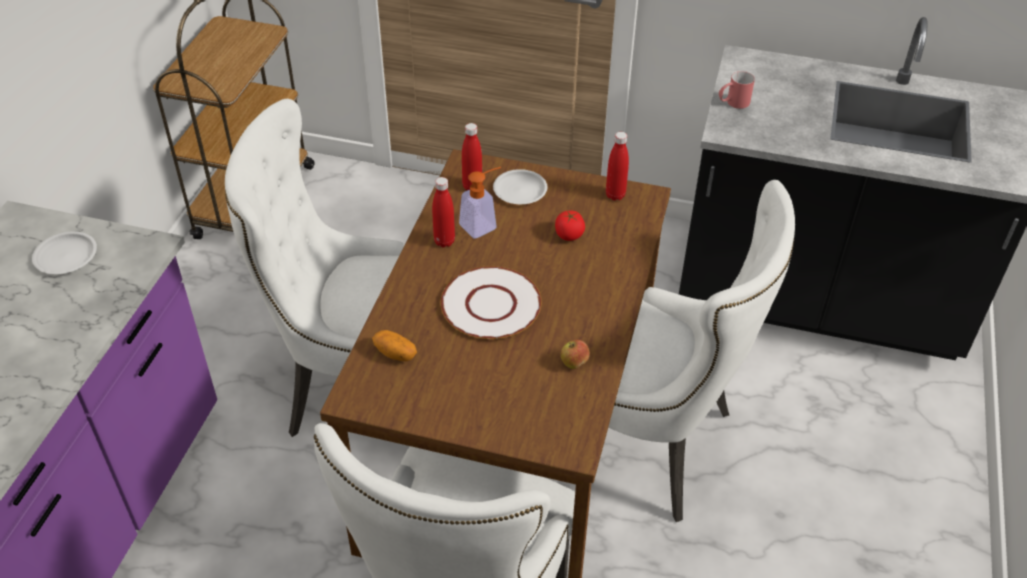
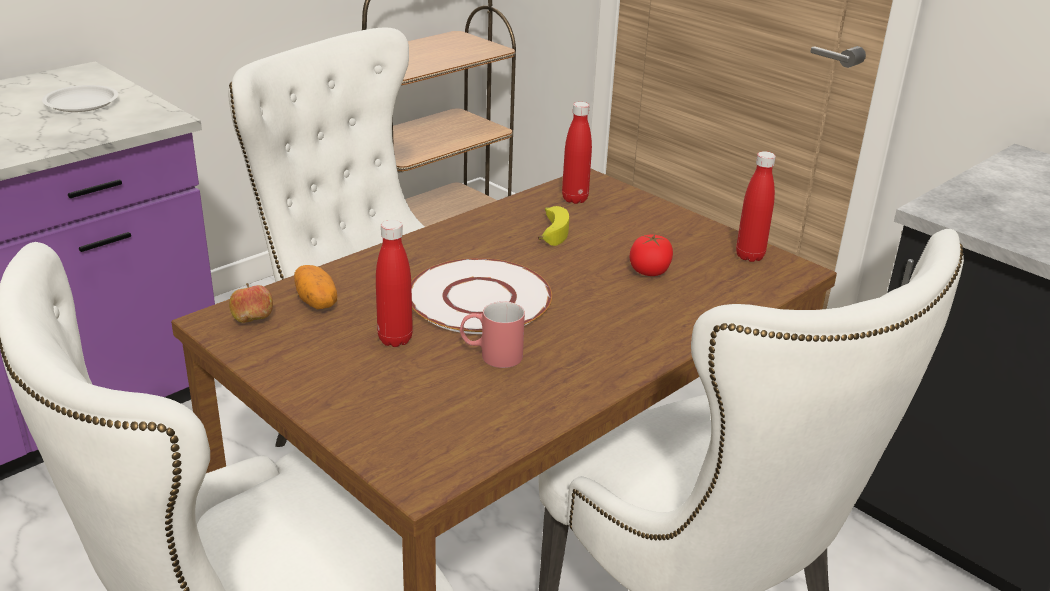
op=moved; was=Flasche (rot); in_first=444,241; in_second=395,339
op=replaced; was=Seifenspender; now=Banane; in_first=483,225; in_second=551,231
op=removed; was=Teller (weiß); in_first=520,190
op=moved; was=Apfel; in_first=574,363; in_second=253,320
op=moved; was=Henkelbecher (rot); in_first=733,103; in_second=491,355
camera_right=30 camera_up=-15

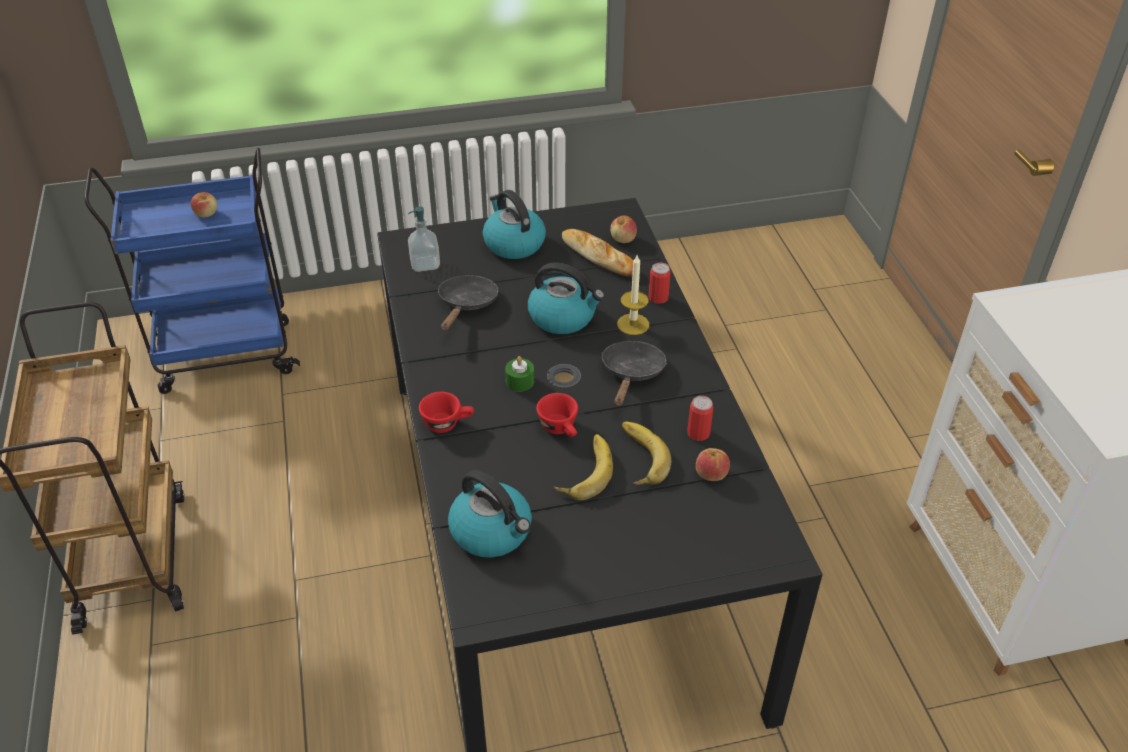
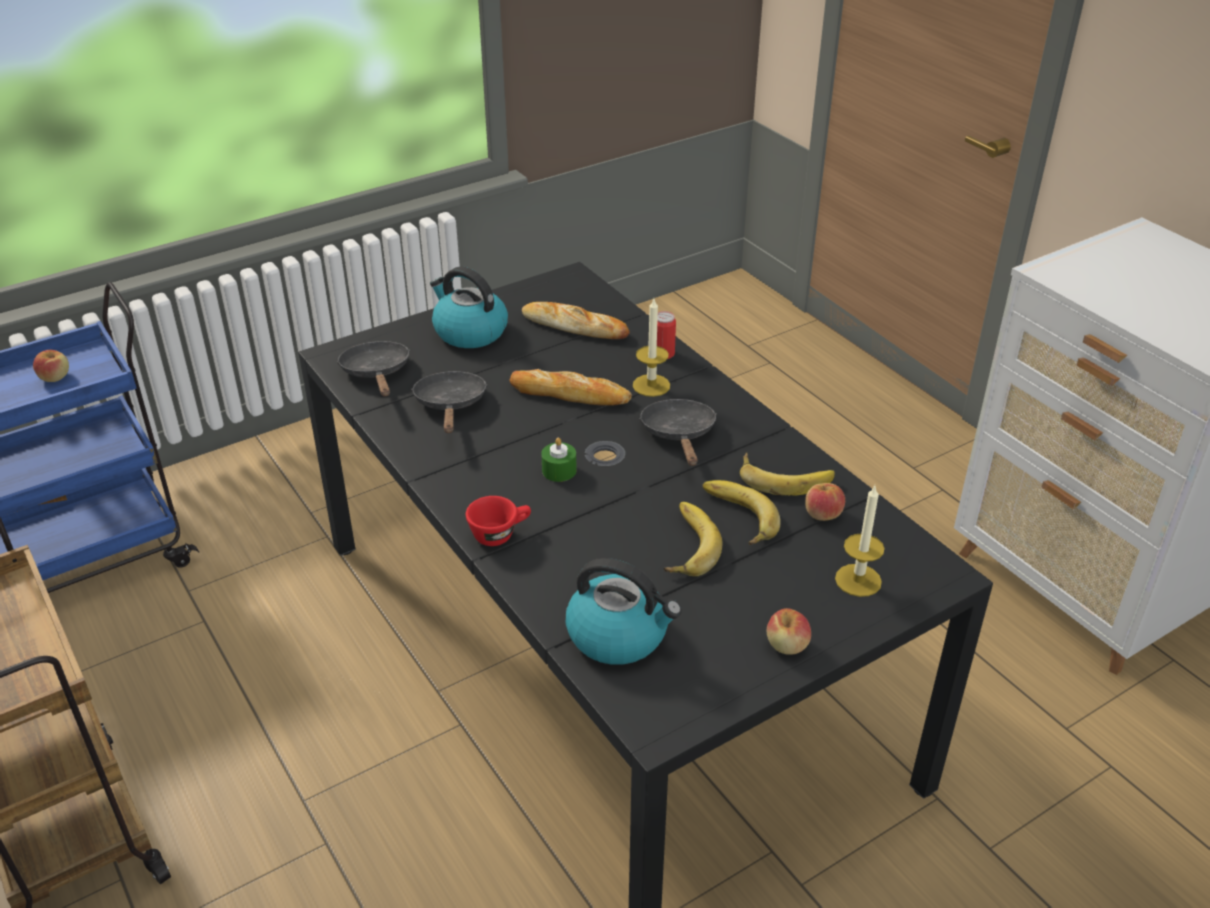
op=replaced; was=Seifenspender; now=Pfanne (schwarz); in_first=425,264; in_second=377,373
op=replaced; was=Wasserkessel; now=Brot; in_first=563,317; in_second=570,394
op=removed; was=Tasse (rot); in_first=561,429
op=moved; was=Apfel; in_first=623,239; in_second=787,645
op=replaced; was=Dose; now=Banane; in_first=698,433; in_second=785,477
op=added; now=Kerze; in_second=858,580
camera_right=-20 camera_up=-5

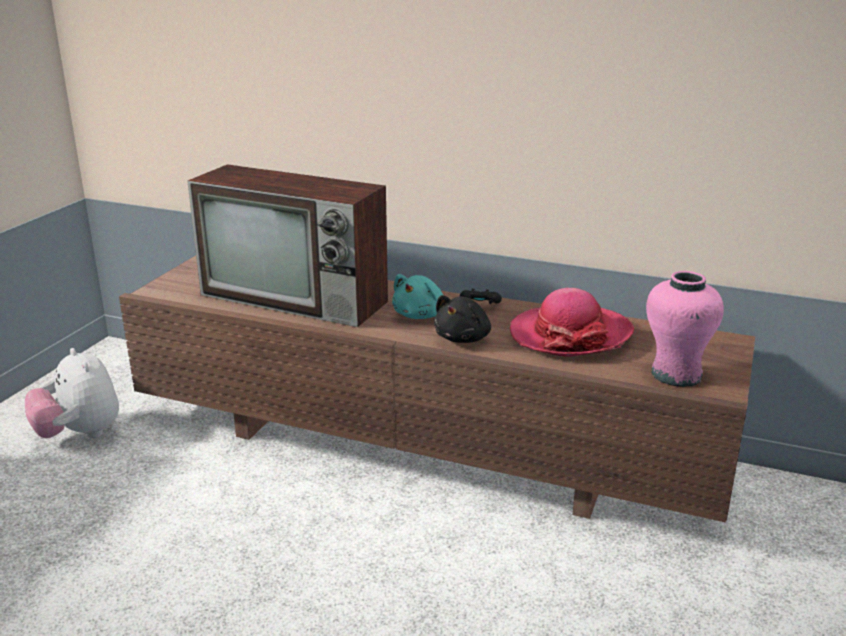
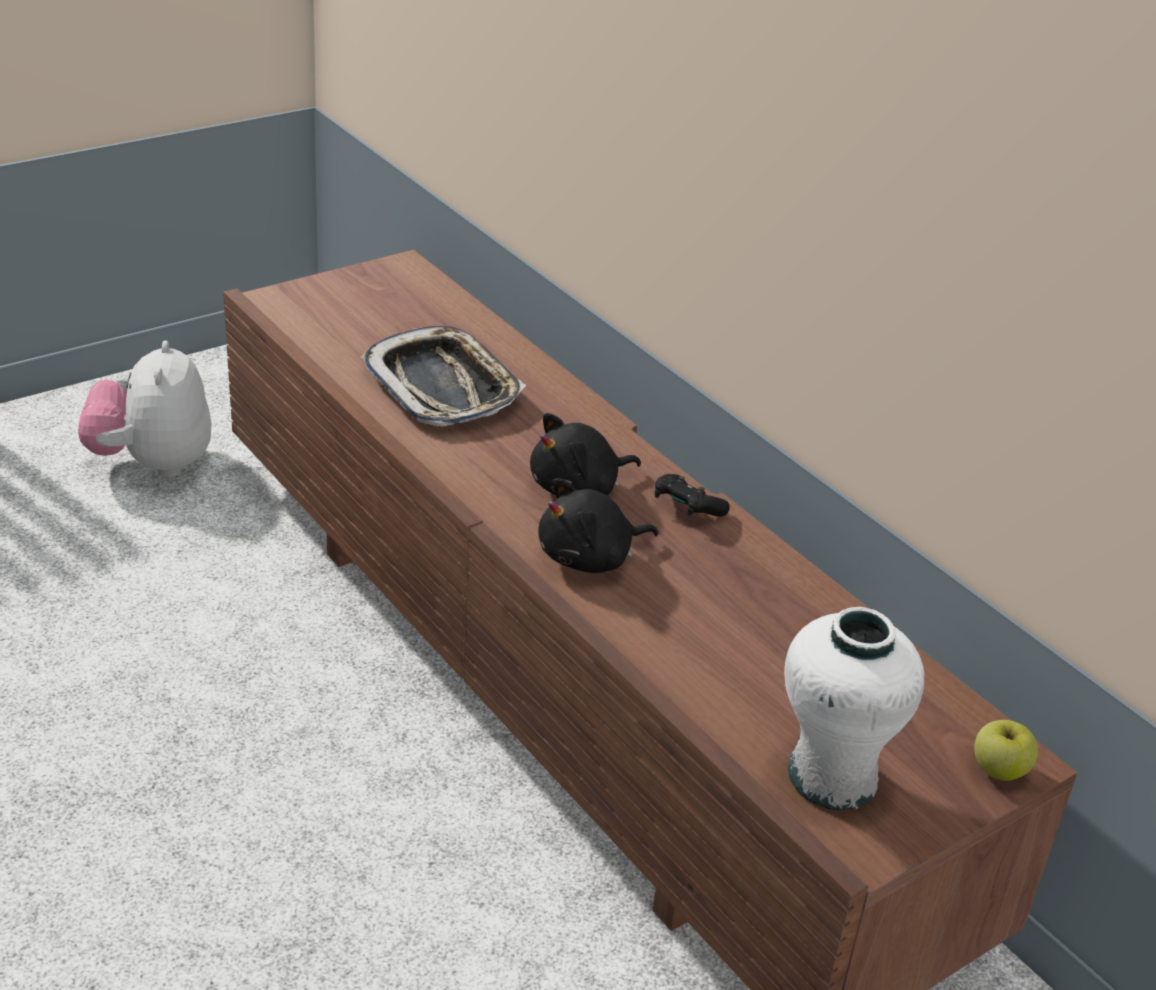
op=replaced; was=Fernseher; now=Tablett; in_first=297,298; in_second=443,386
op=recoloured; was=Plüschtier (türkis); now=Plüschtier (schwarz); in_first=420,315; in_second=578,489
op=removed; was=Hut; in_first=570,335
op=recoloured; was=Vase (rosa); now=Vase (weiß); in_first=676,375; in_second=831,777
op=added; now=Apfel; in_second=999,770
camera_right=30 camera_up=10

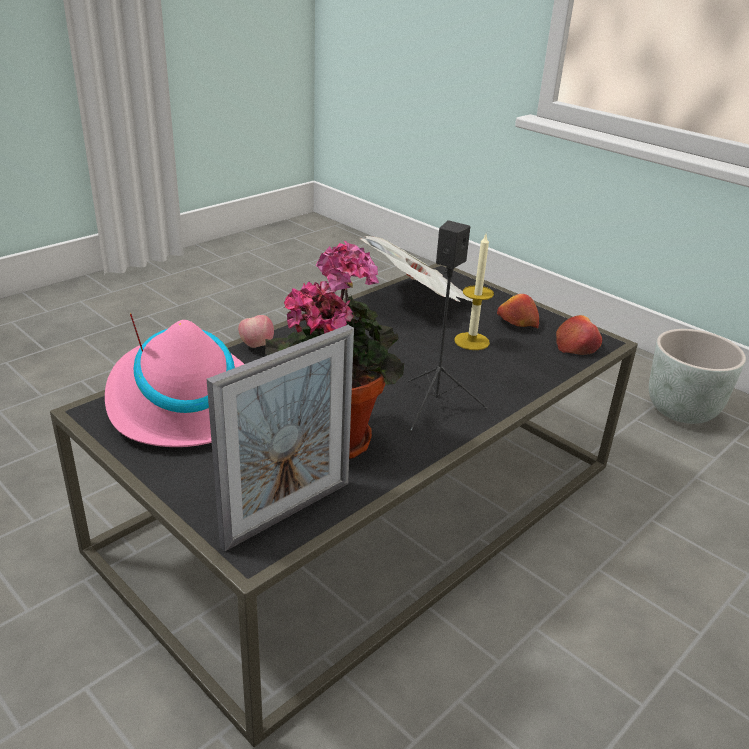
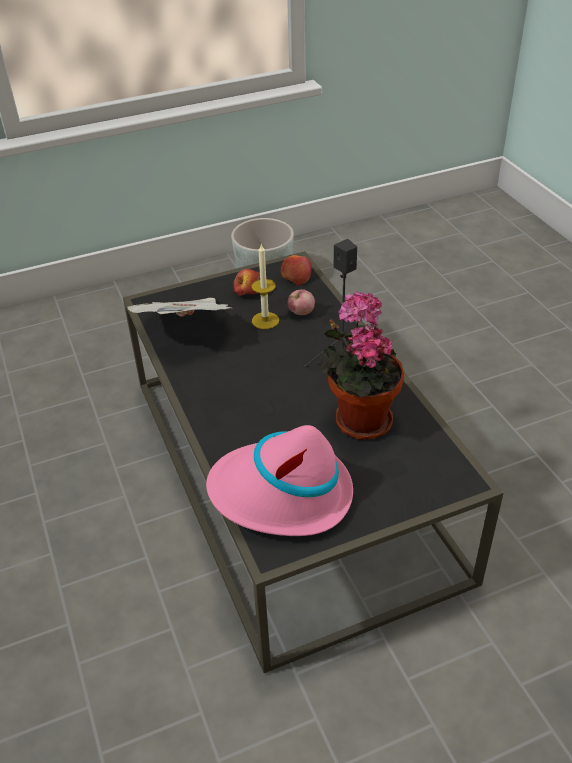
op=removed; was=Bilderrahmen; in_first=287,513
op=moved; was=Apfel; in_first=256,345; in_second=301,313
camera_right=-65 camera_up=10

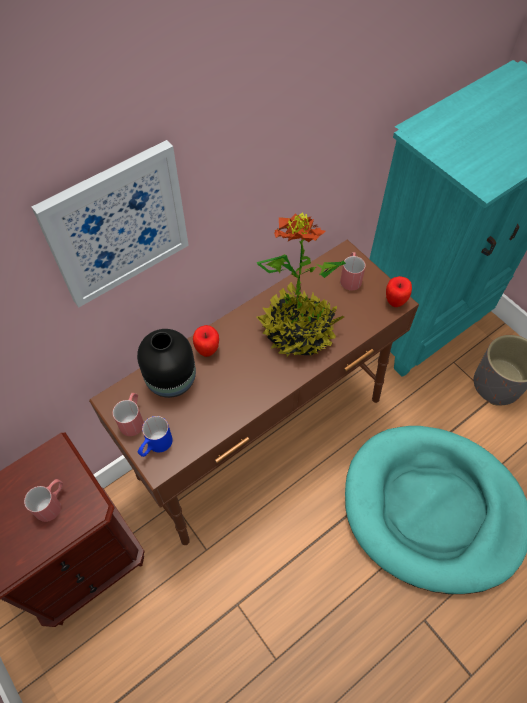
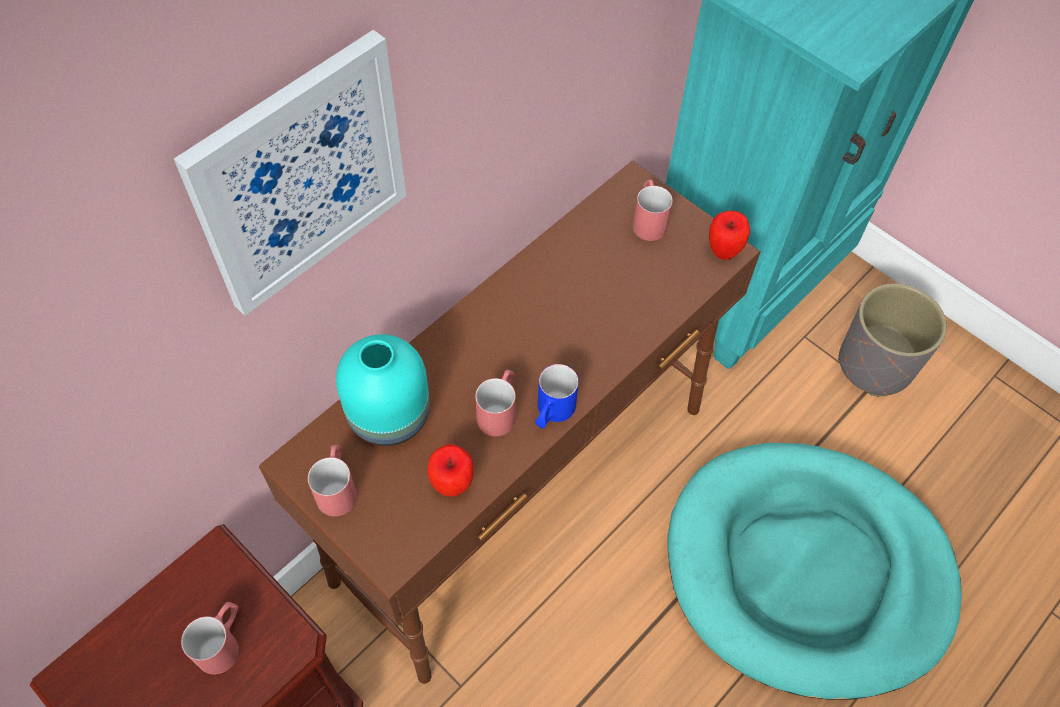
op=recoloured; was=Vase (schwarz); now=Vase (türkis); in_first=171,378; in_second=388,414
op=moved; was=Henkelbecher (blau); in_first=155,446; in_second=552,413
op=moved; was=Apfel; in_first=207,350; in_second=452,484
op=removed; was=Topfpflanze; in_first=298,330
op=added; now=Henkelbecher (rot); in_second=499,410
camera_right=-10 camera_up=0

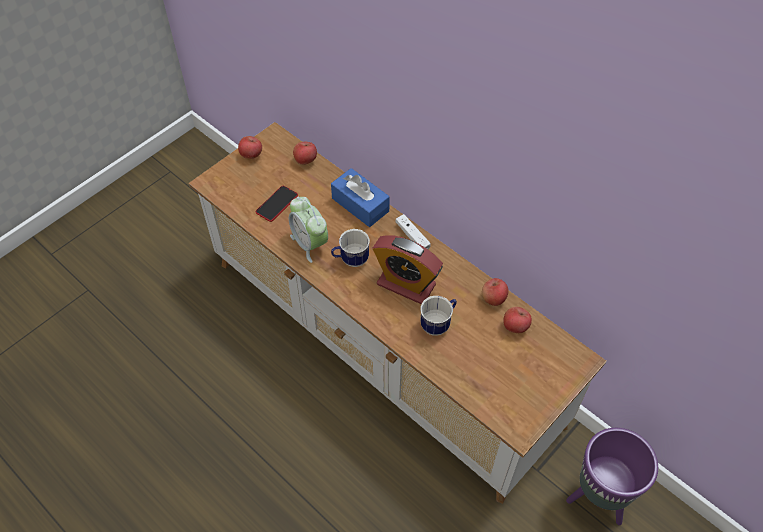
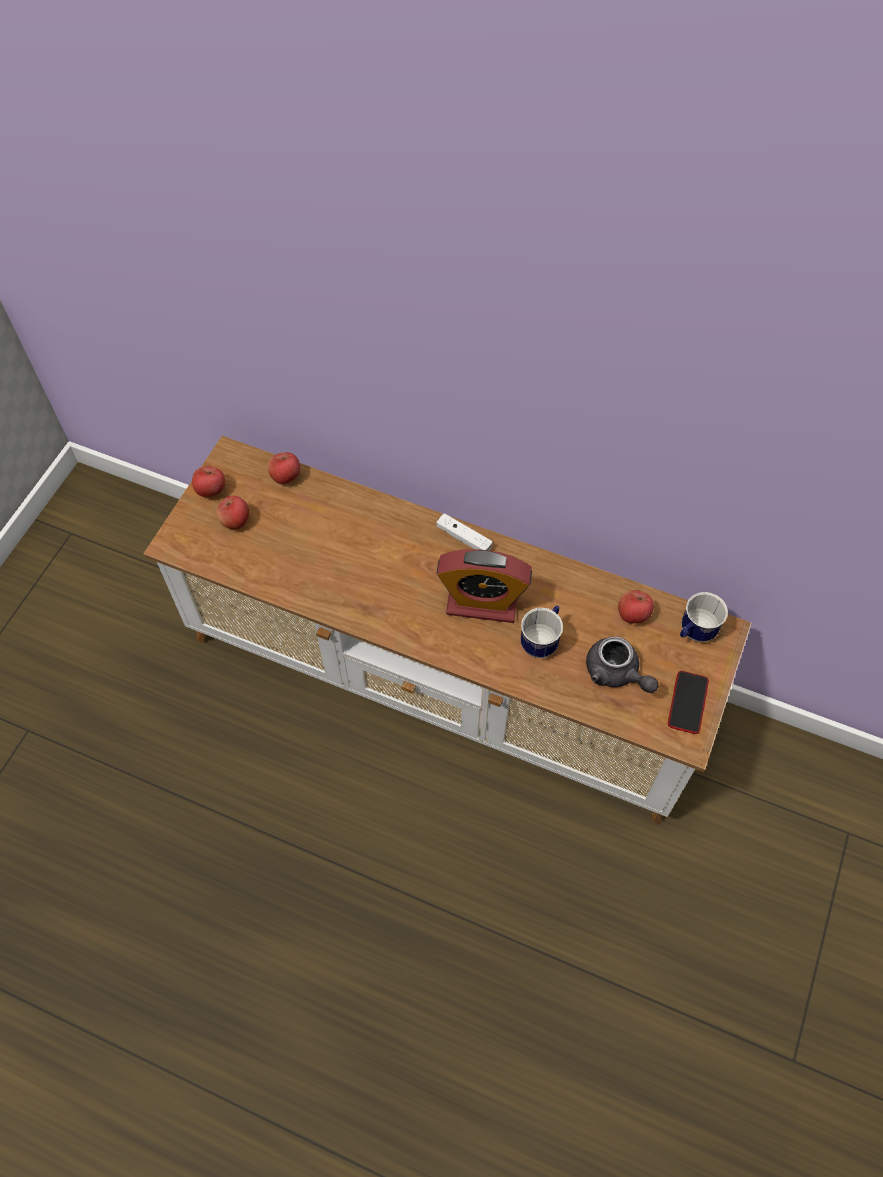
op=moved; was=Handy; in_first=277,204; in_second=687,702
op=removed; was=Wecker; in_first=310,243
op=removed; was=Taschentuchbox (blau); in_first=360,205
op=moved; was=Henkelbecher; in_first=350,260; in_second=693,633
op=moved; was=Apfel; in_first=493,299; in_second=235,521
op=removed; was=Pflanzkübel (lila); in_first=598,498
op=added; now=Teekanne (grau); in_second=616,673
camera_right=-20 camera_up=5

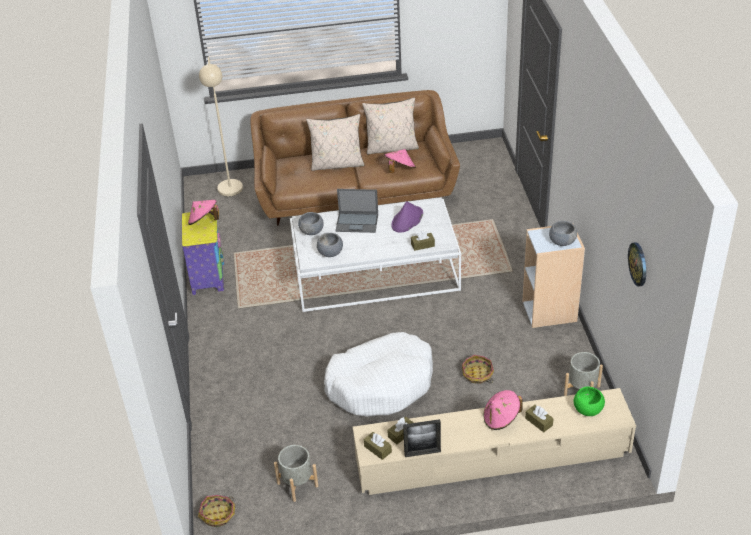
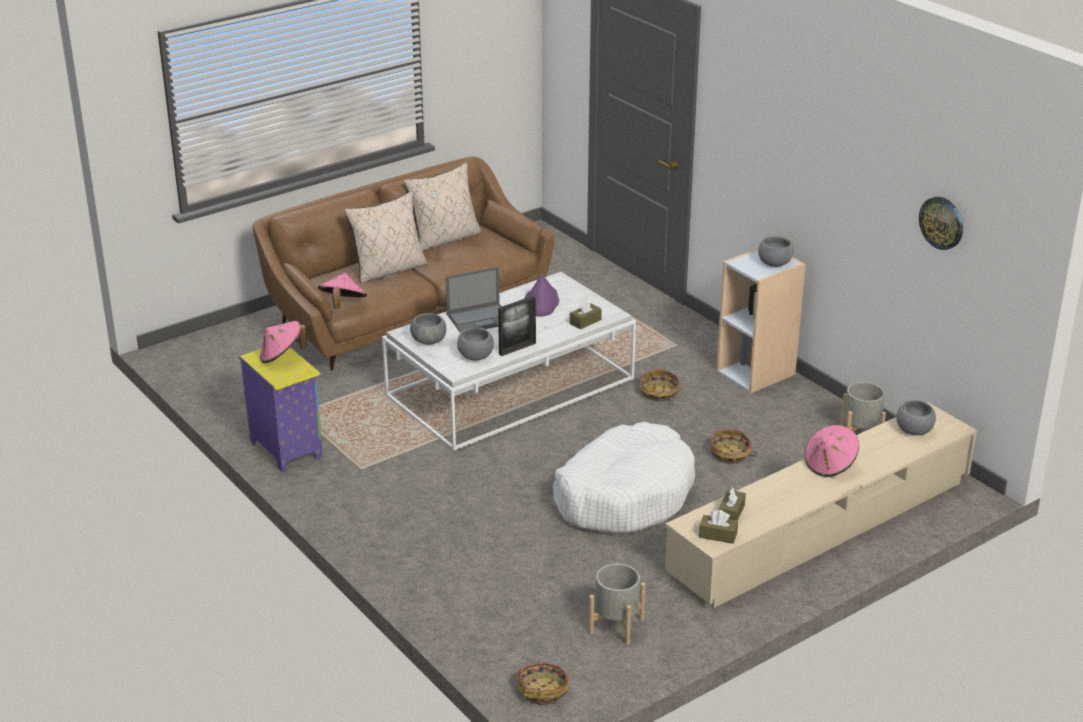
op=removed; was=Stehlampe (beige); in_first=231,194
op=moved; was=Hut (rosa); in_first=400,170; in_second=342,305
op=moved; was=Bilderrahmen; in_first=422,453; in_second=517,349
op=removed; was=Taschentuchbox (braun); in_first=538,422
op=recoloured; was=Schüssel (grün); now=Schüssel (grau); in_first=588,409; in_second=914,430
op=added; now=Korb; in_second=658,393
camera_right=-30 camera_up=-10

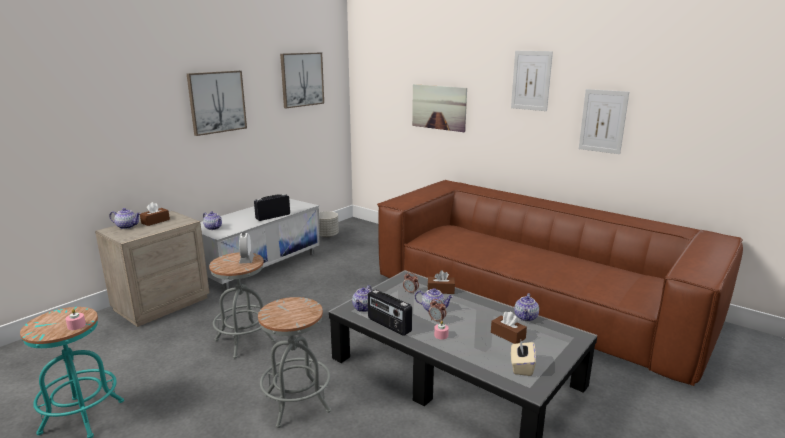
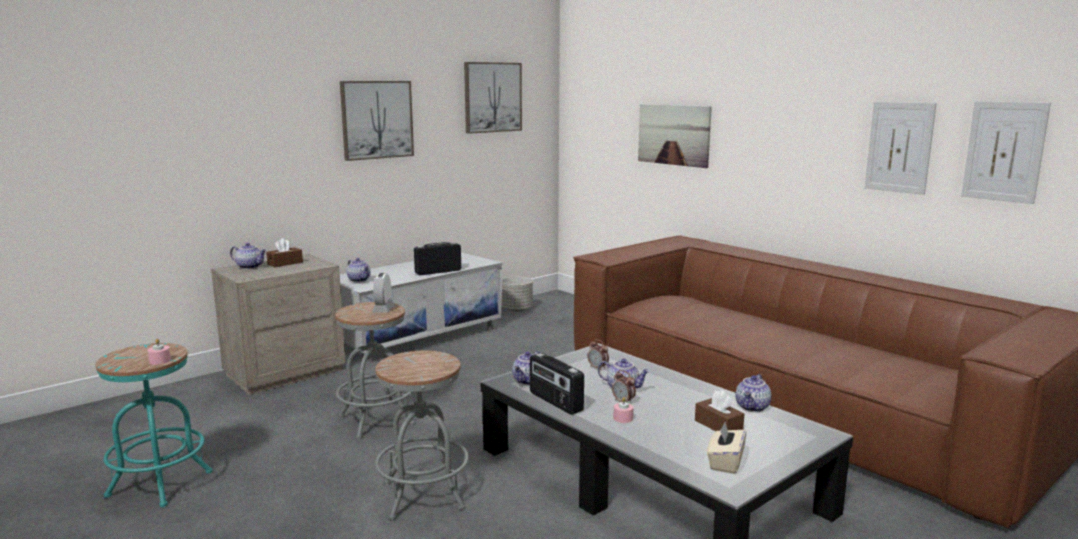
op=removed; was=Taschentuchbox (braun); in_first=441,290
op=moved; was=Bild; in_first=531,80; in_second=1004,151
camera_right=10 camera_up=-5

